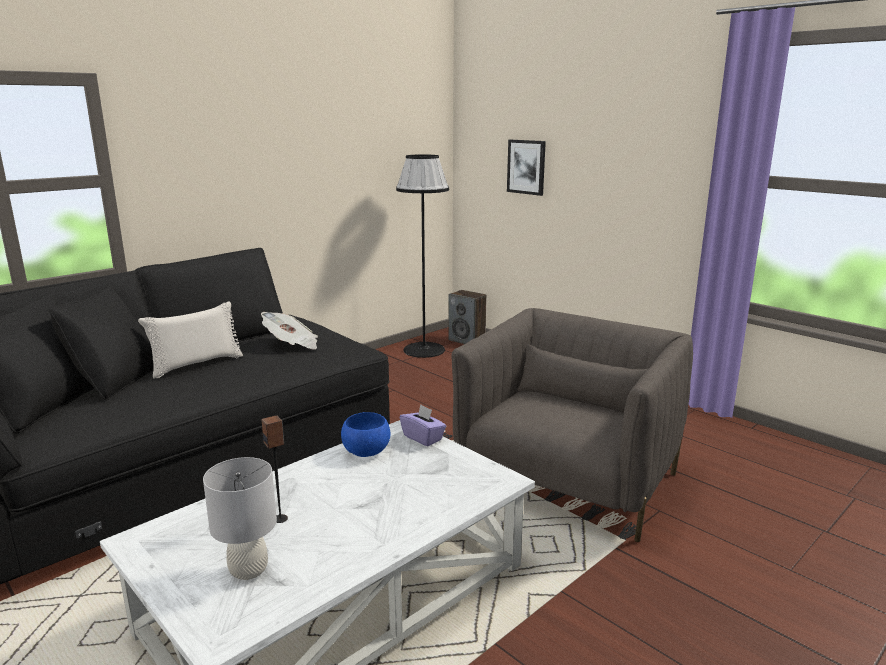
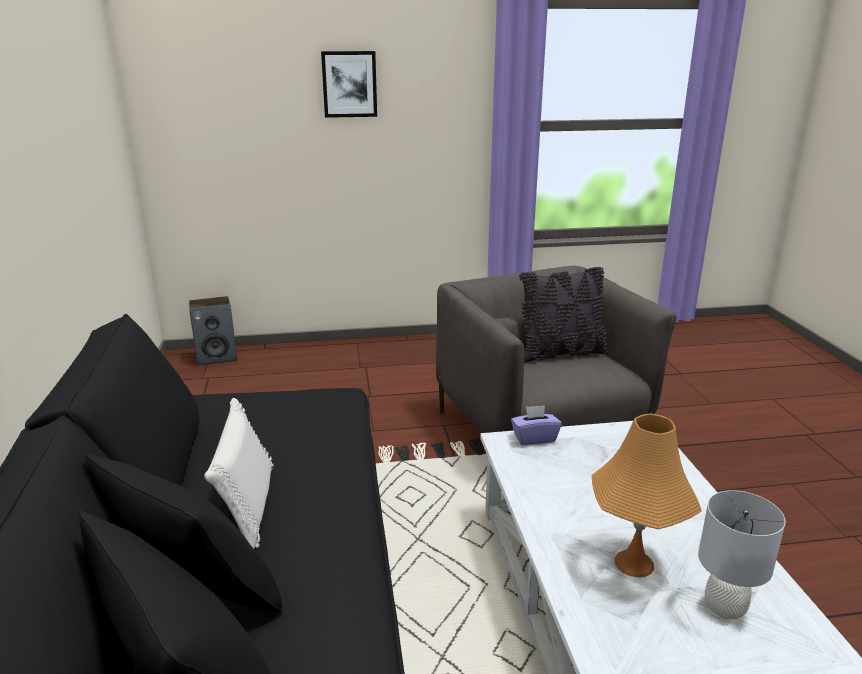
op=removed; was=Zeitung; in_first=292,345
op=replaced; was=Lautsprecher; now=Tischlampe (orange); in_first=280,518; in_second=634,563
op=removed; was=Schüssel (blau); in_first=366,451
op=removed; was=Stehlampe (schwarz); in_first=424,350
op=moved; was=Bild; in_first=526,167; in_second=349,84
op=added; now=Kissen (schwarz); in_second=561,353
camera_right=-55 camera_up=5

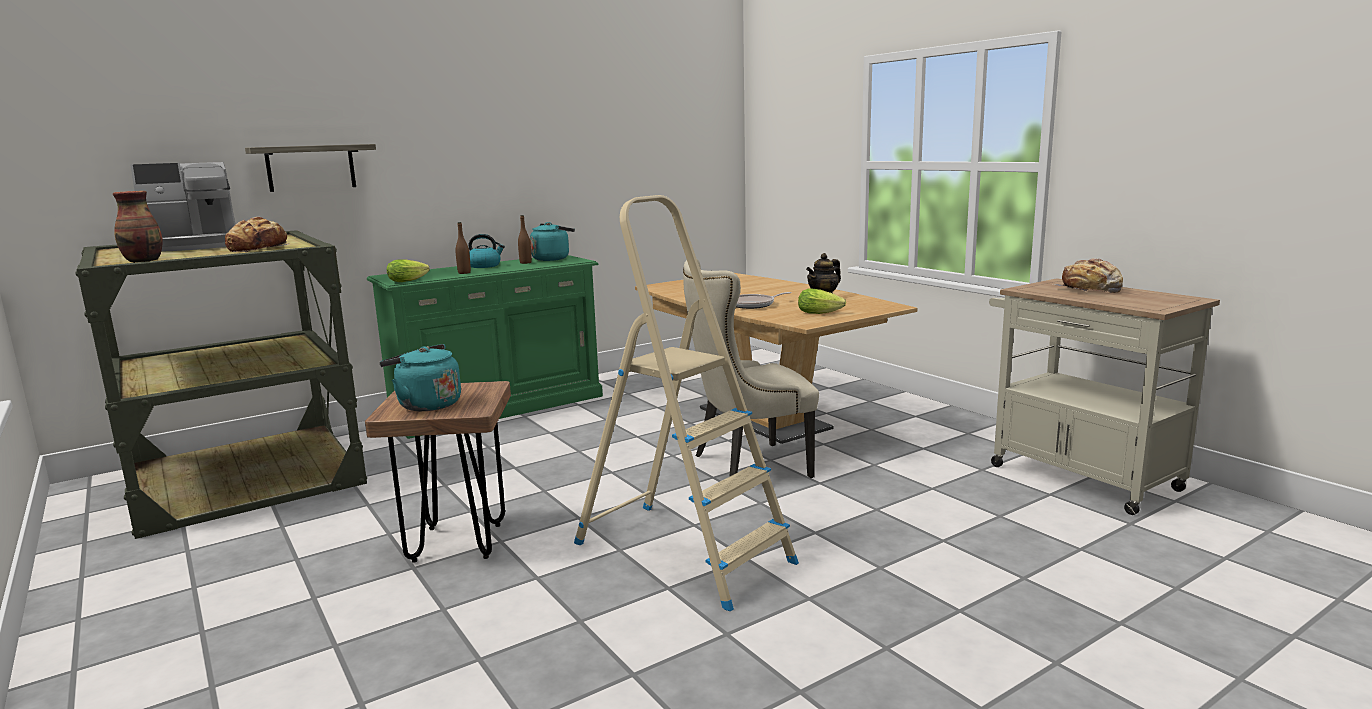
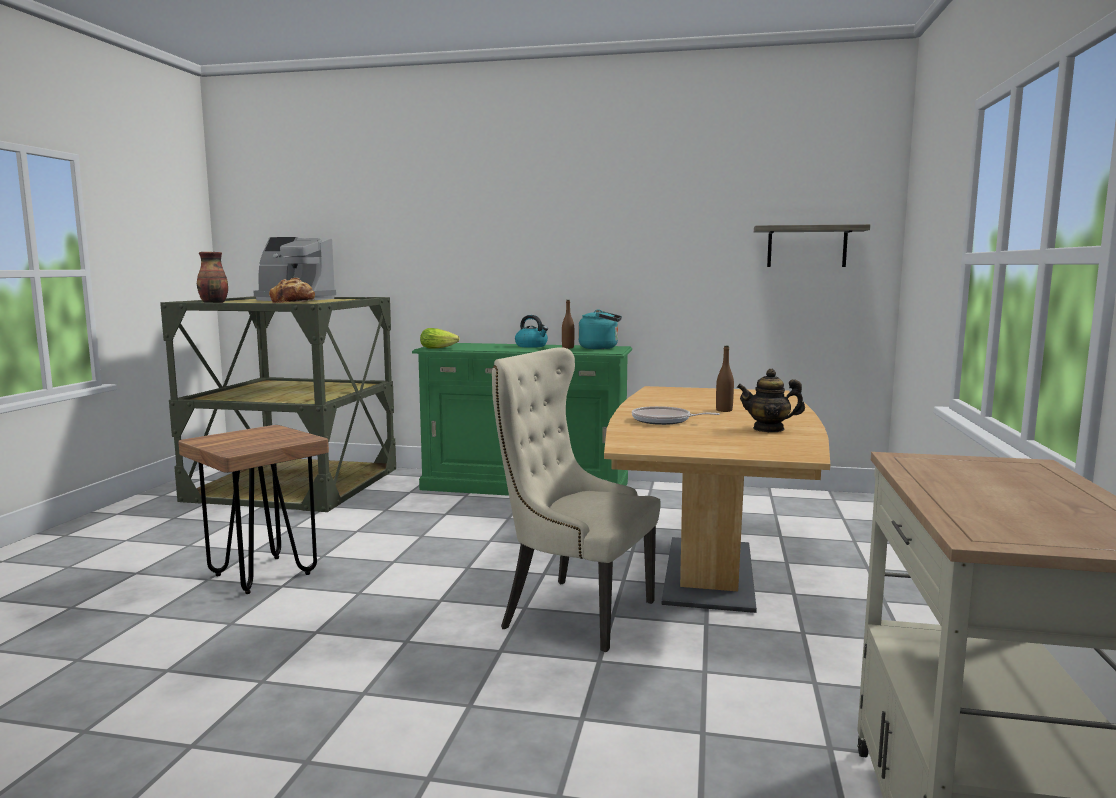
op=moved; was=Wandregal; in_first=311,167; in_second=807,246
op=removed; was=Wasserkessel (türkis); in_first=426,405
op=moved; was=Flasche (braun); in_first=464,273; in_second=724,410
op=removed; was=Trittleiter (beige); in_first=684,553
op=removed; was=Salatkopf; in_first=822,313
op=removed; was=Brot; in_first=1090,290
camera_right=45 camera_up=-5

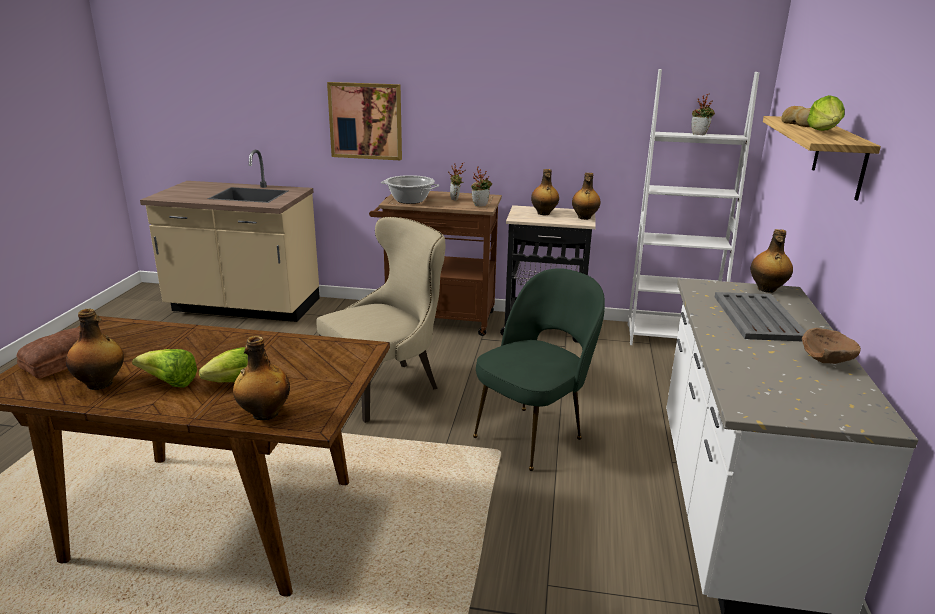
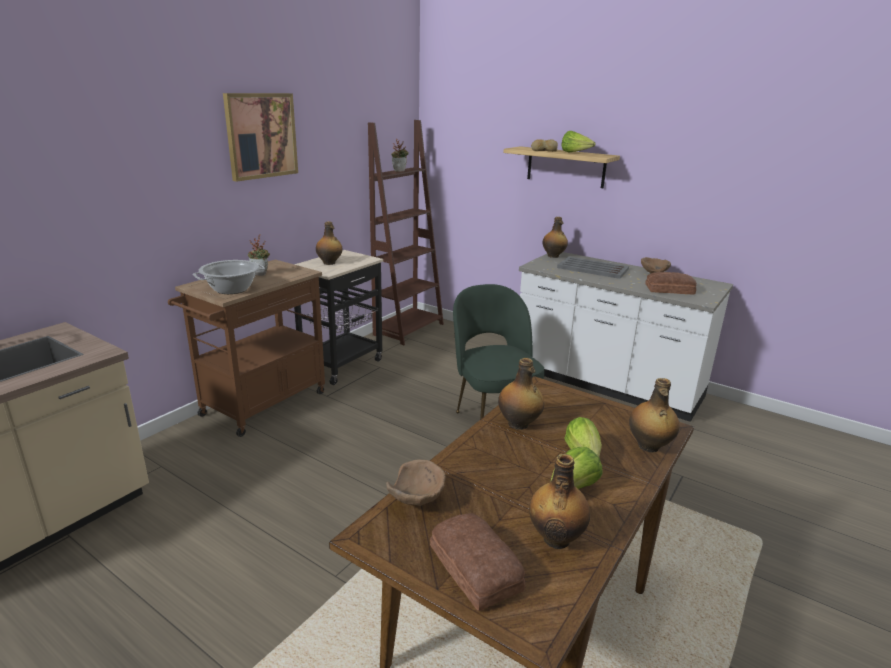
op=removed; was=Stuhl (beige); in_first=387,387
op=moved; was=Bild; in_first=366,121; in_second=261,136
op=removed; was=Topfpflanze; in_first=480,205
op=moved; was=Flasche; in_first=584,218; in_second=519,424
op=recoloured; was=Bücherregal (weiß); now=Bücherregal (braun); in_first=671,337; in_second=408,329
op=added; now=Schüssel (braun); in_second=417,500
op=added; now=Brot; in_second=670,290
camera_right=-65 camera_up=0

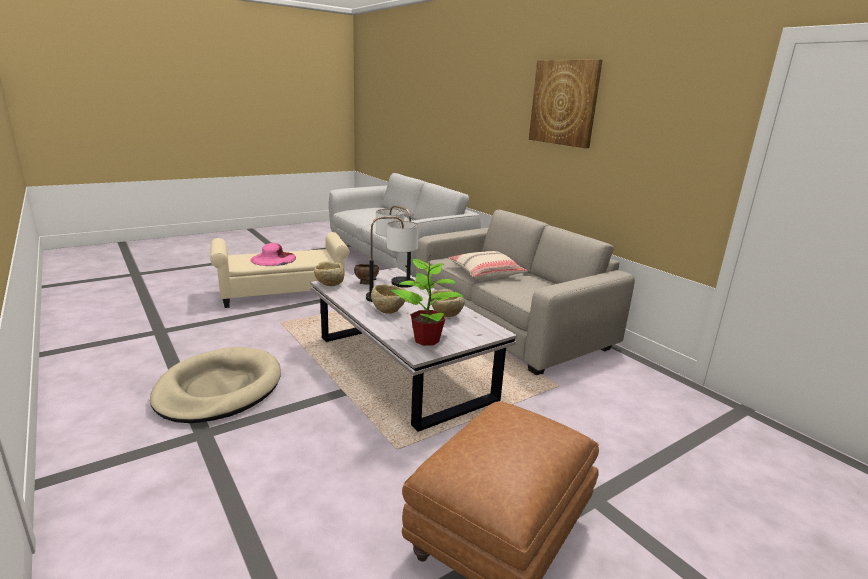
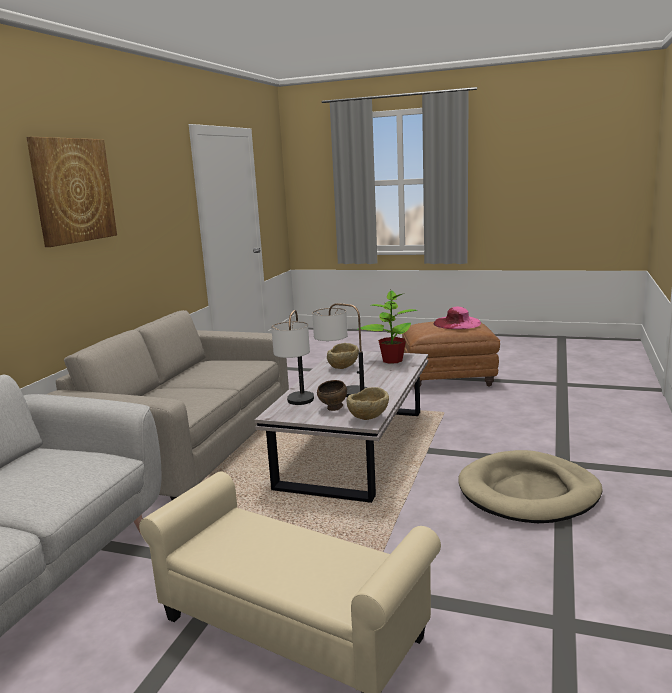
op=moved; was=Hut (rosa); in_first=273,258; in_second=457,323
op=removed; was=Schüssel (beige); in_first=389,311
op=removed; was=Kissen (beige); in_first=486,273
camera_right=-125 camera_up=-5

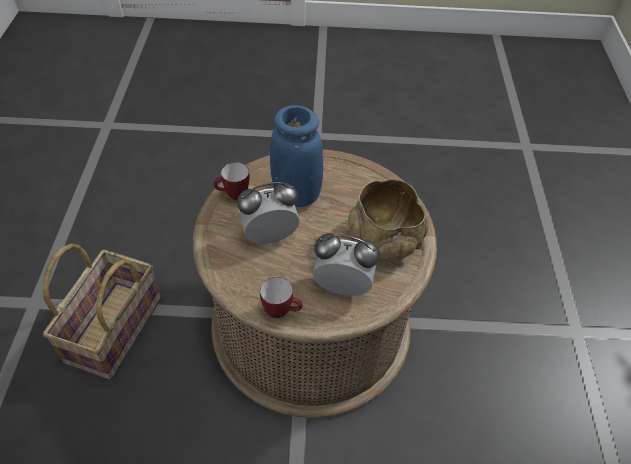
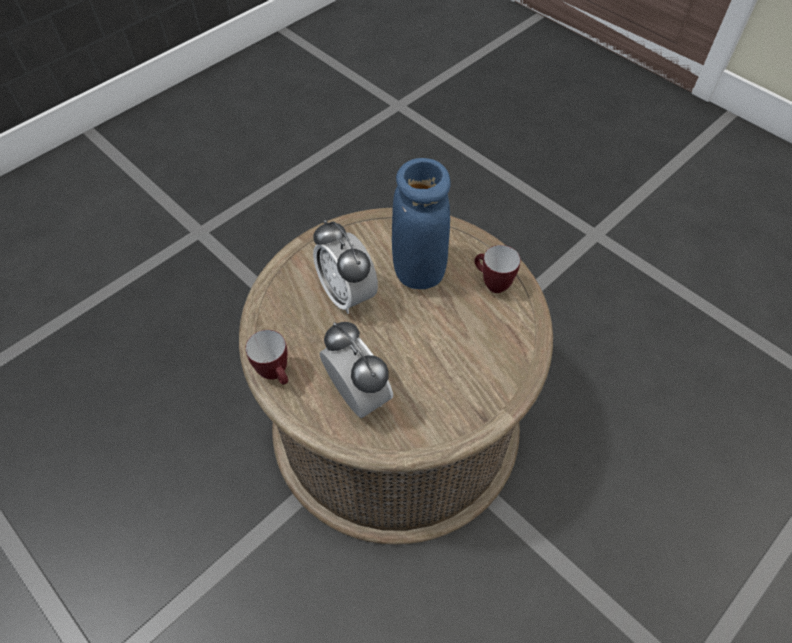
op=removed; was=Korb; in_first=113,329
op=moved; was=Henkelbecher; in_first=233,196; in_second=491,284
op=turned; was=Wecker; in_first=270,236; in_second=347,294; clockwise=-150
op=removed; was=Schüssel (beige); in_first=384,238
camera_right=45 camera_up=5

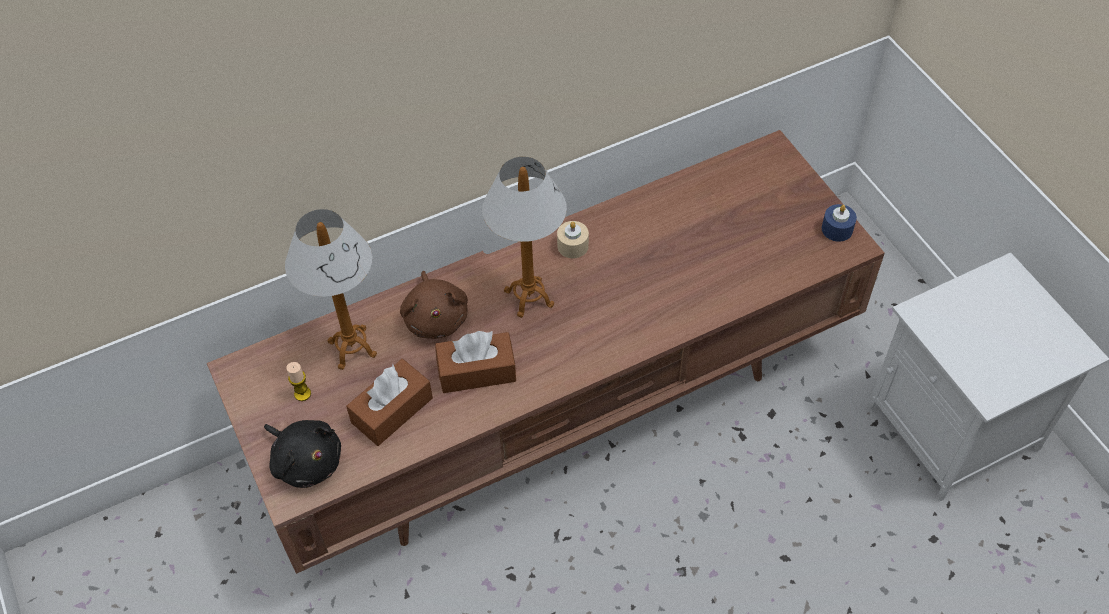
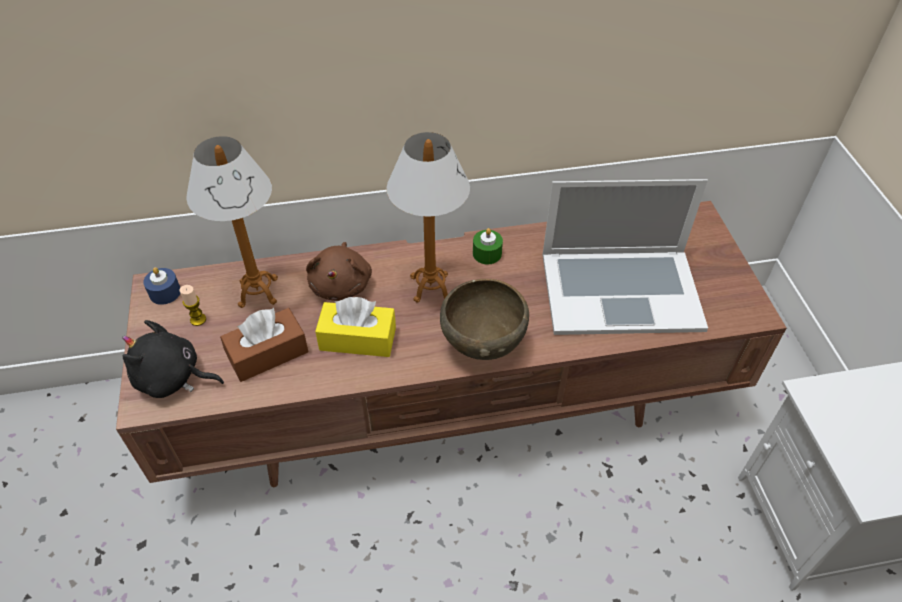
op=turned; was=Plüschtier (schwarz); in_first=306,461; in_second=172,378; clockwise=135
op=recoloured; was=Taschentuchbox (braun); now=Taschentuchbox (gelb); in_first=477,371; in_second=358,339
op=recoloured; was=Kerze (beige); now=Kerze (grün); in_first=573,246; in_second=487,253
op=moved; was=Kerze (blau); in_first=837,229; in_second=165,292
op=added; now=Schüssel (braun); in_second=483,345
op=added; now=Laptop; in_second=620,290
camera_right=15 camera_up=-5

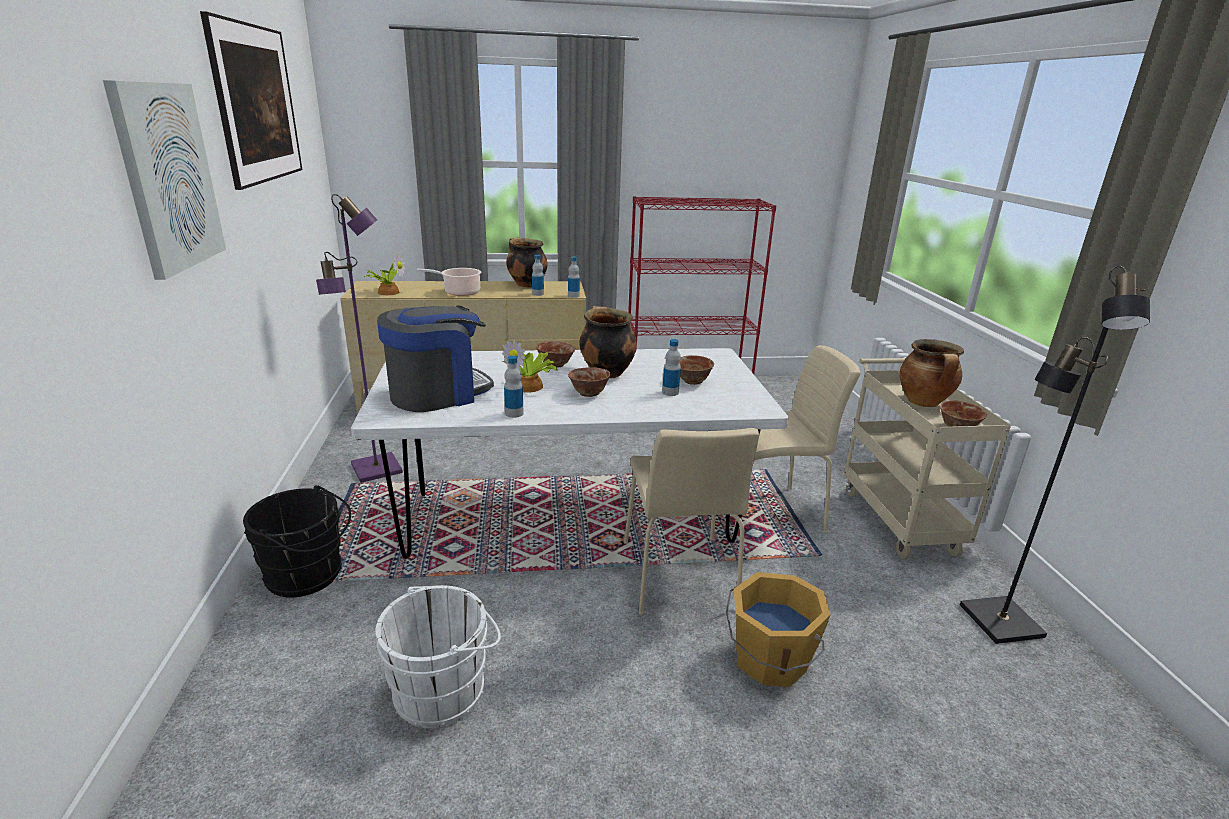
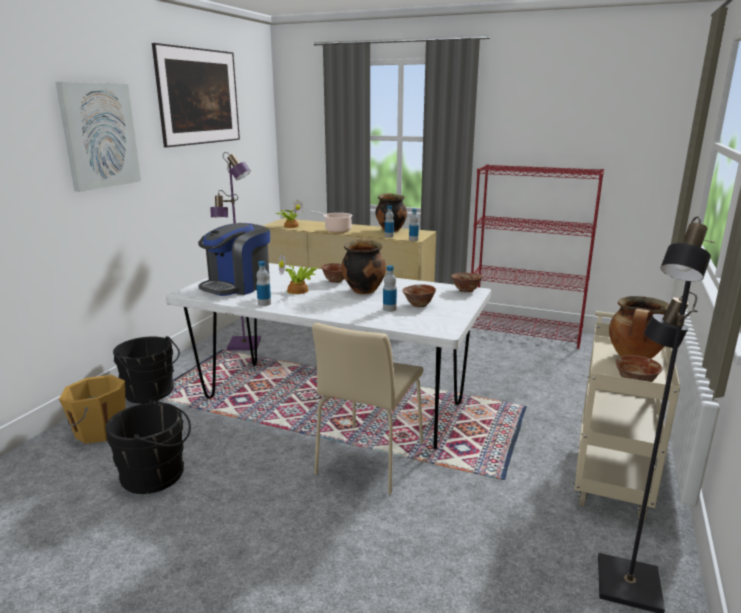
op=recoloured; was=Eimer (weiß); now=Eimer (schwarz); in_first=445,690; in_second=157,475
op=turned; was=Kaffeemaschine; in_first=438,393; in_second=238,286; clockwise=135
op=moved; was=Schüssel; in_first=589,393; in_second=466,290
op=removed; was=Stuhl (beige); in_first=768,512
op=moved; was=Eimer (orange); in_first=769,660; in_second=99,431
camera_right=30 camera_up=-5

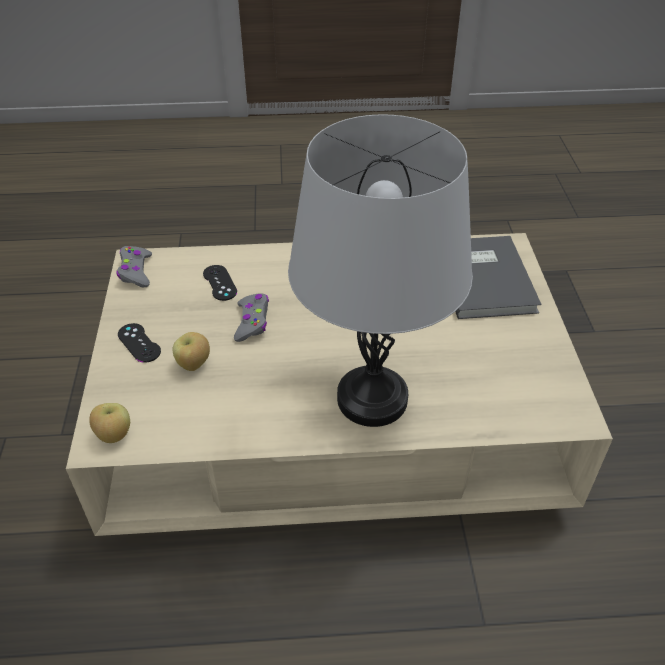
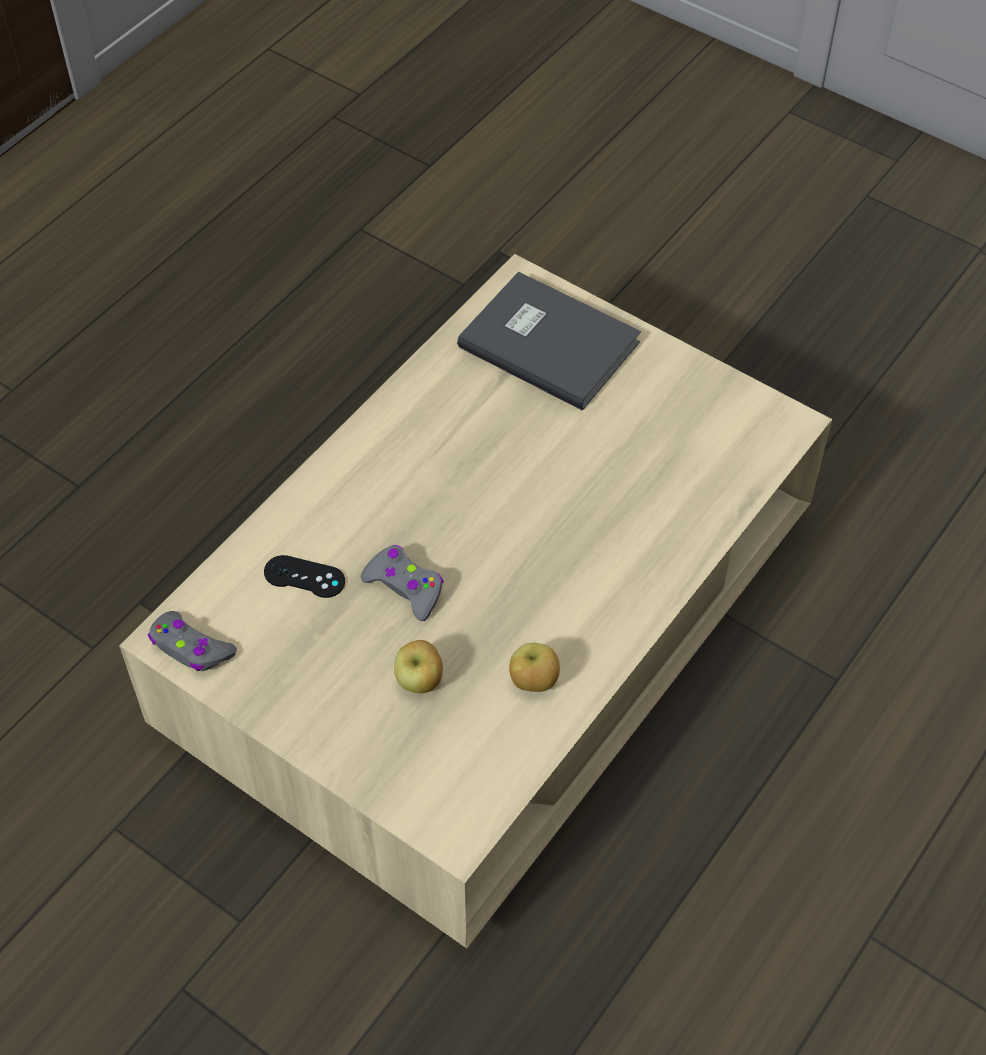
op=moved; was=Apfel; in_first=114,435; in_second=533,682
op=removed; was=Gamepad (schwarz); in_first=139,343
op=removed; was=Tischlampe (grau); in_first=372,399
camera_right=-50 camera_up=10

